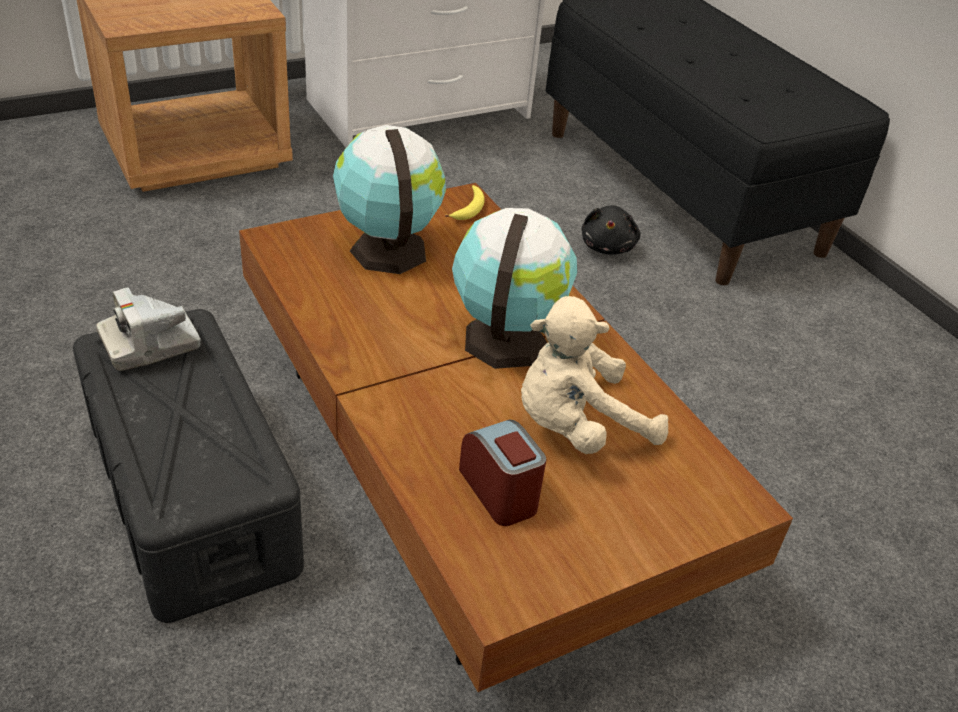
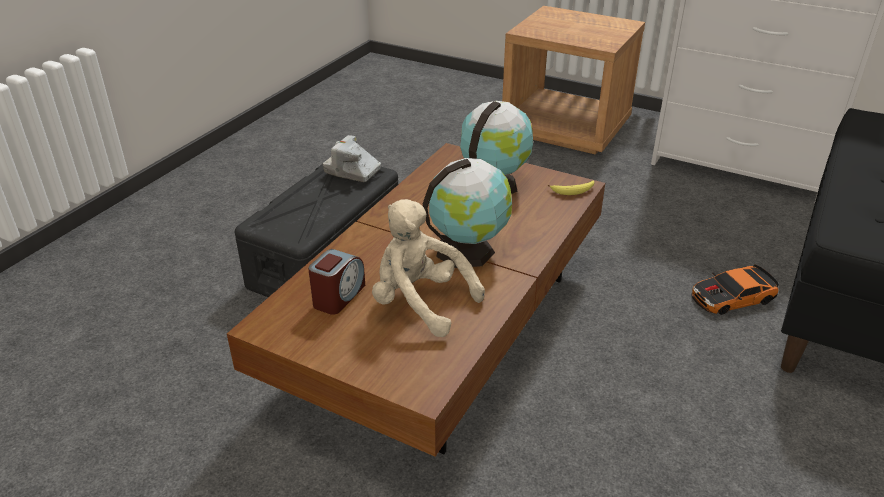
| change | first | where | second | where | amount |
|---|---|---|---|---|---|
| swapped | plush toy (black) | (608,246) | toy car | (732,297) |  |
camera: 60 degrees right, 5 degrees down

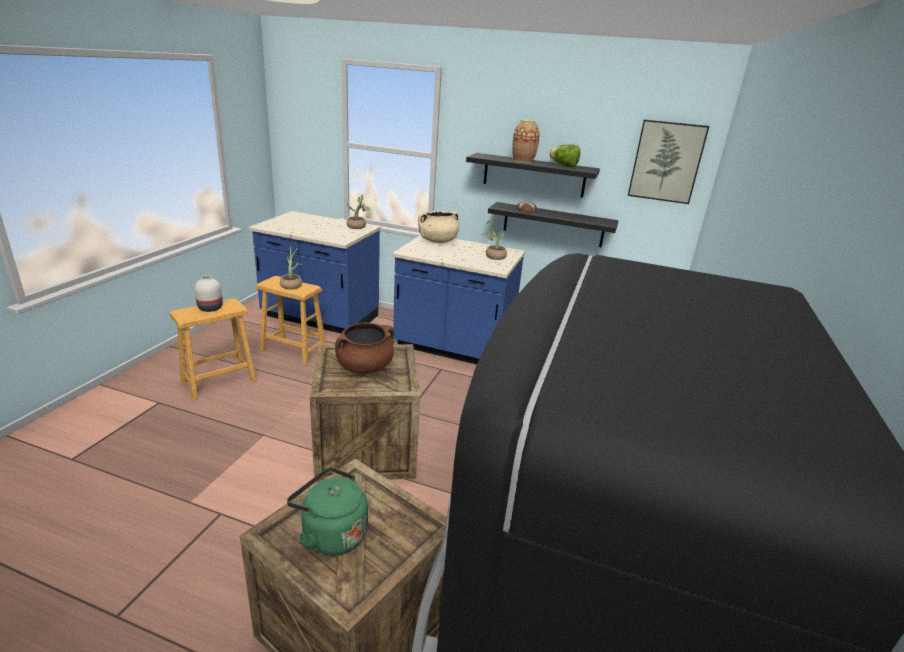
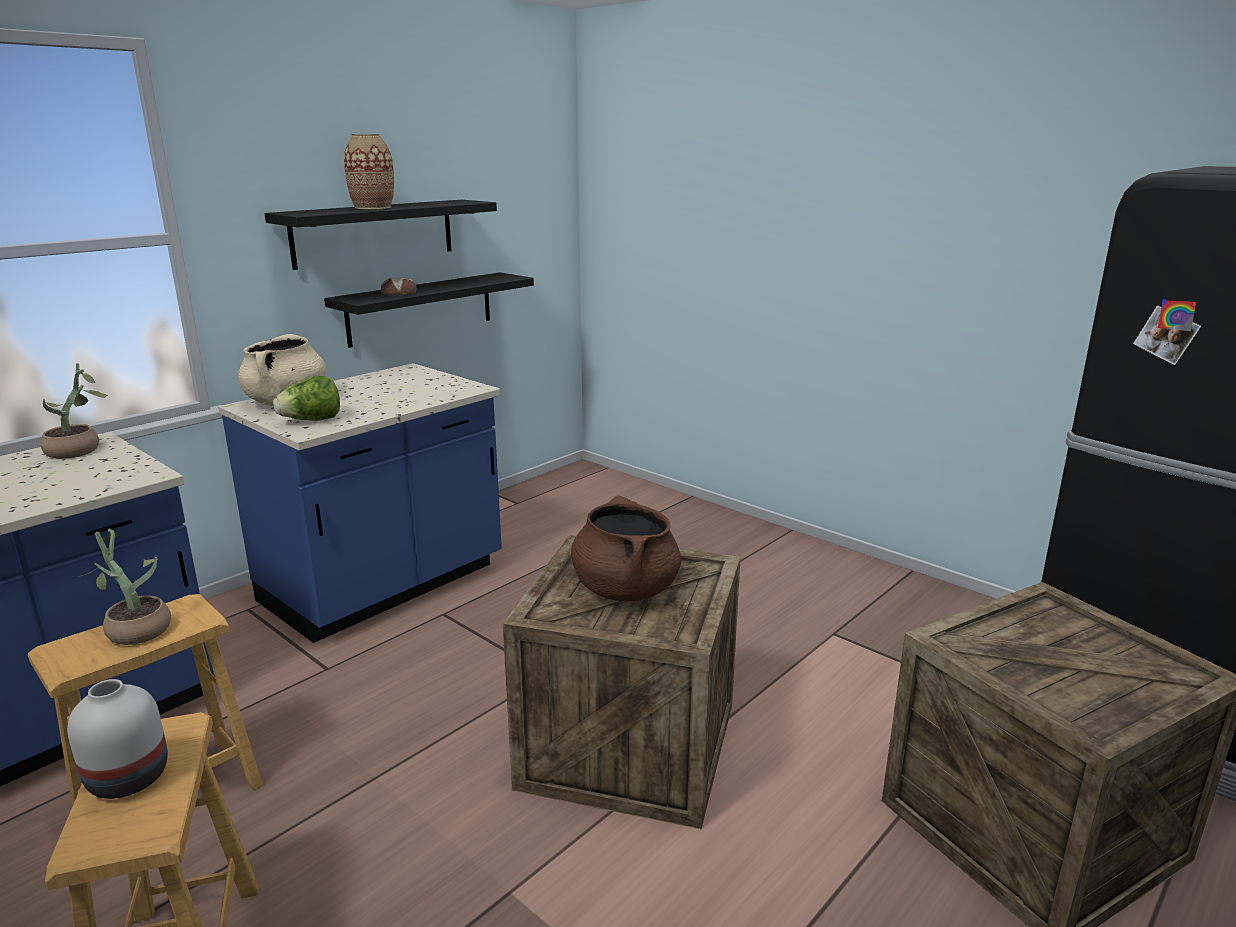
| change | first | where | second | where | amount |
|---|---|---|---|---|---|
| gone | kettle (green) | (331,534) |  |  |  |
| gone | potted plant | (493,256) |  |  |  |
| gone | picture | (666,161) |  |  |  |
| shifted | lettuce | (564,165) |  | (312,420) |  |
camera: 65 degrees left, 5 degrees down

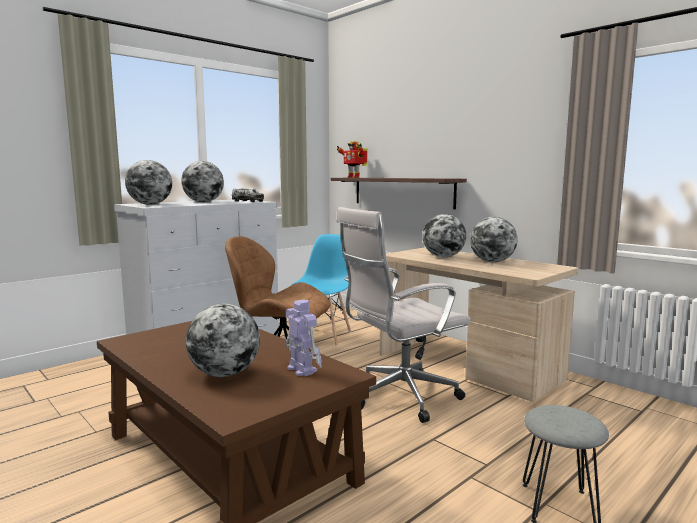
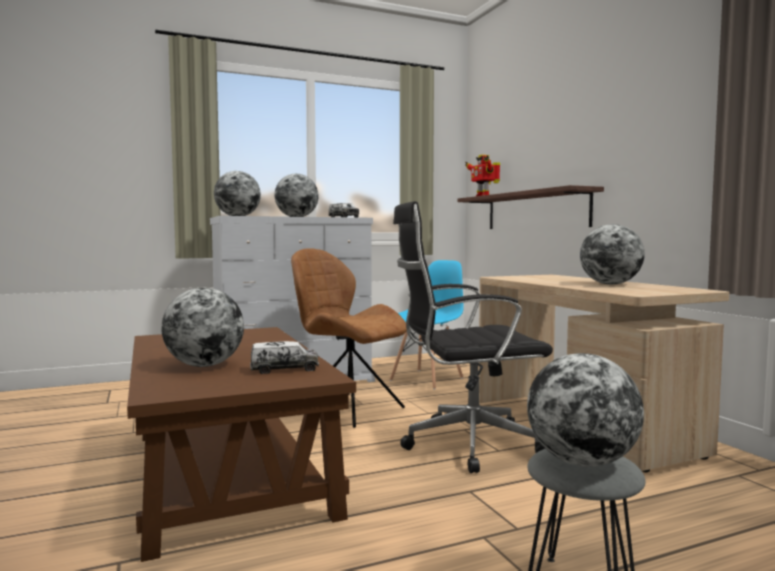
| change | first | where | second | where | amount |
|---|---|---|---|---|---|
| shifted | globe | (443,257) |  | (582,462) |  |
| swapped | toy robot | (301,369) | toy truck | (284,369) |  |
| repainted | office chair (white) | (399,397) | office chair (black) | (465,445) |  |
camera: 20 degrees right, 5 degrees down

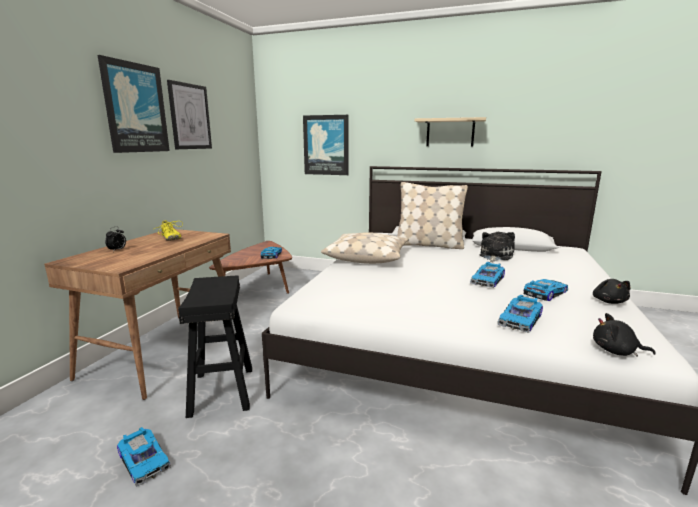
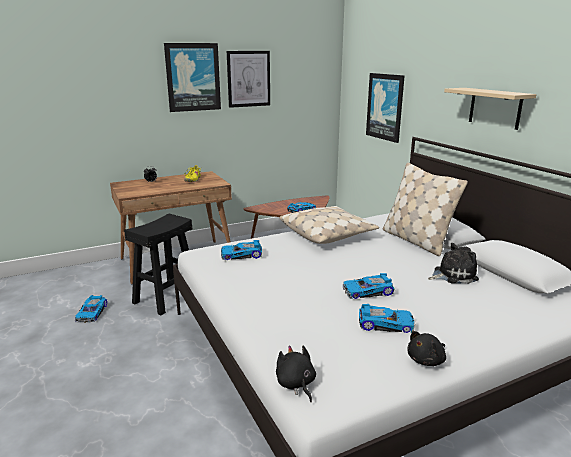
| change | first | where | second | where | amount |
|---|---|---|---|---|---|
| shifted | toy car | (521,320) |  | (241,255) |  |
camera: 45 degrees right, 5 degrees up

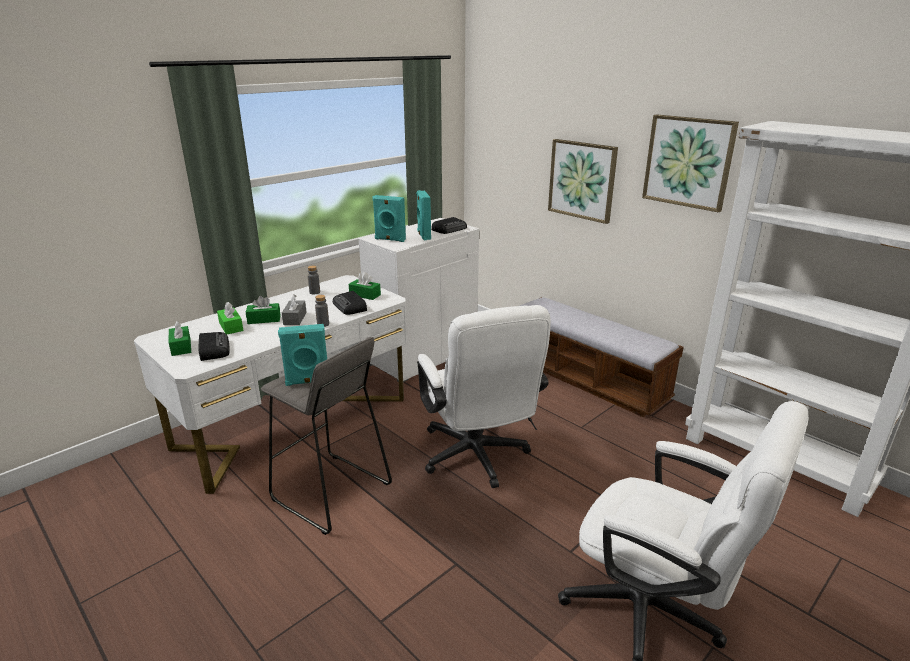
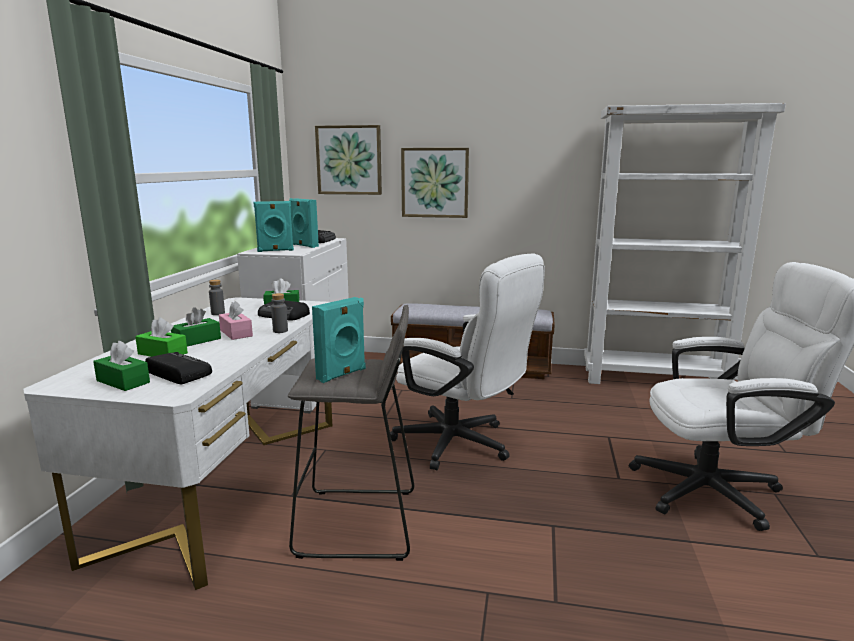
| change | first | where | second | where | amount |
|---|---|---|---|---|---|
| shifted | picture | (688,162) |  | (349,160) |  |
| repainted | tissue box (grey) | (295,318) | tissue box (pink) | (236,333) |  |
camera: 35 degrees left, 10 degrees down

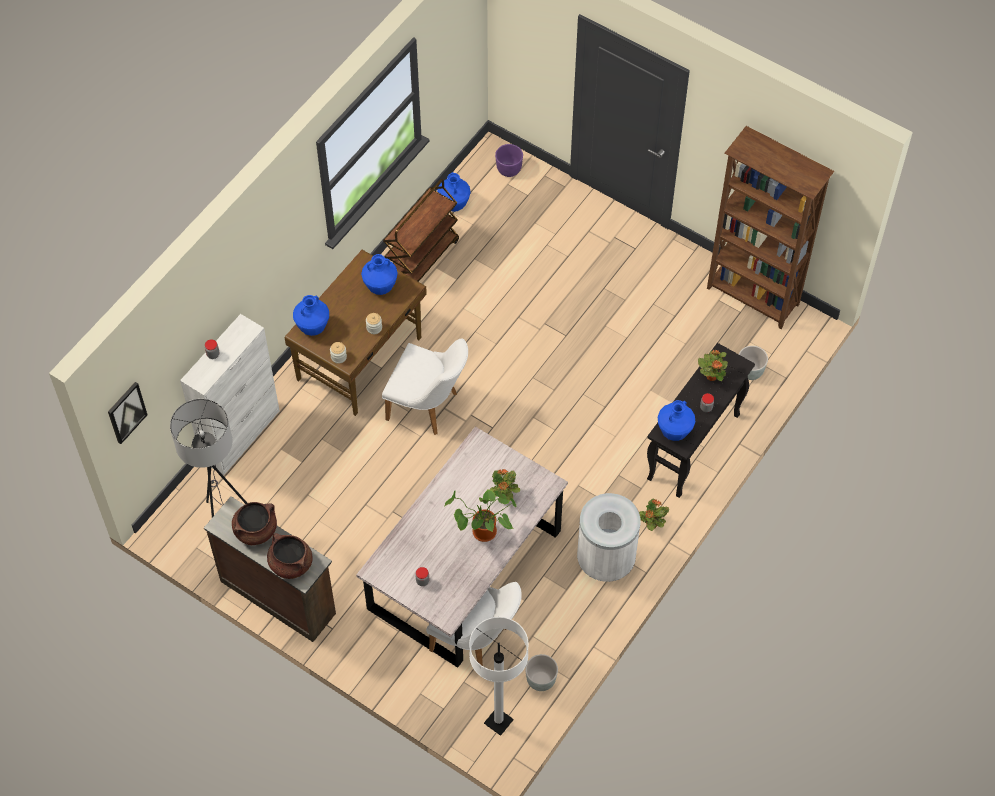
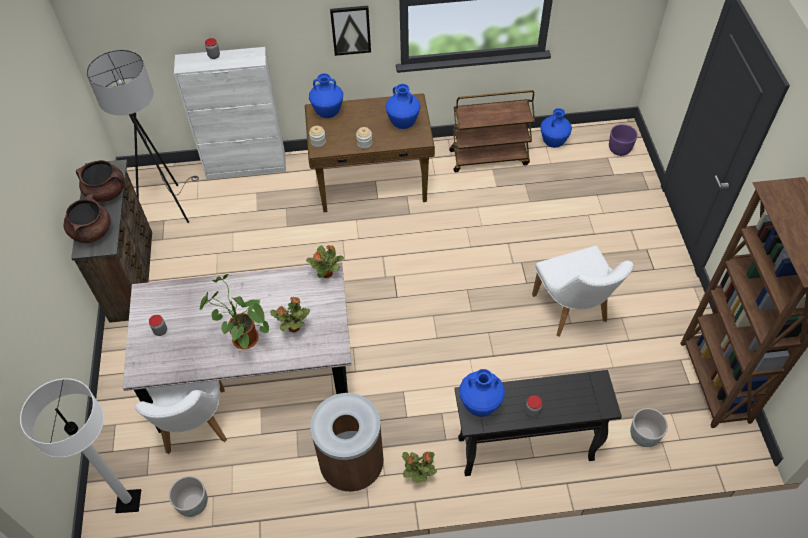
| change | first | where | second | where | amount |
|---|---|---|---|---|---|
| shifted | picture | (126,412) |  | (350,30) |  |
| shifted | chair (white) | (428,407) |  | (573,313) |  |
| shifted | potted plant | (711,376) |  | (327,273) |  |
| repainted | trash can (white) | (605,560) | trash can (brown) | (352,465) |  |
camera: 50 degrees right, 5 degrees down

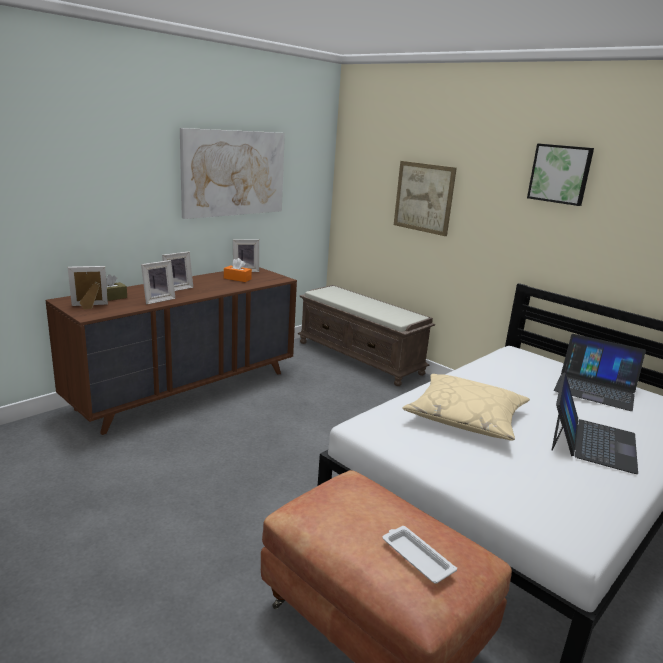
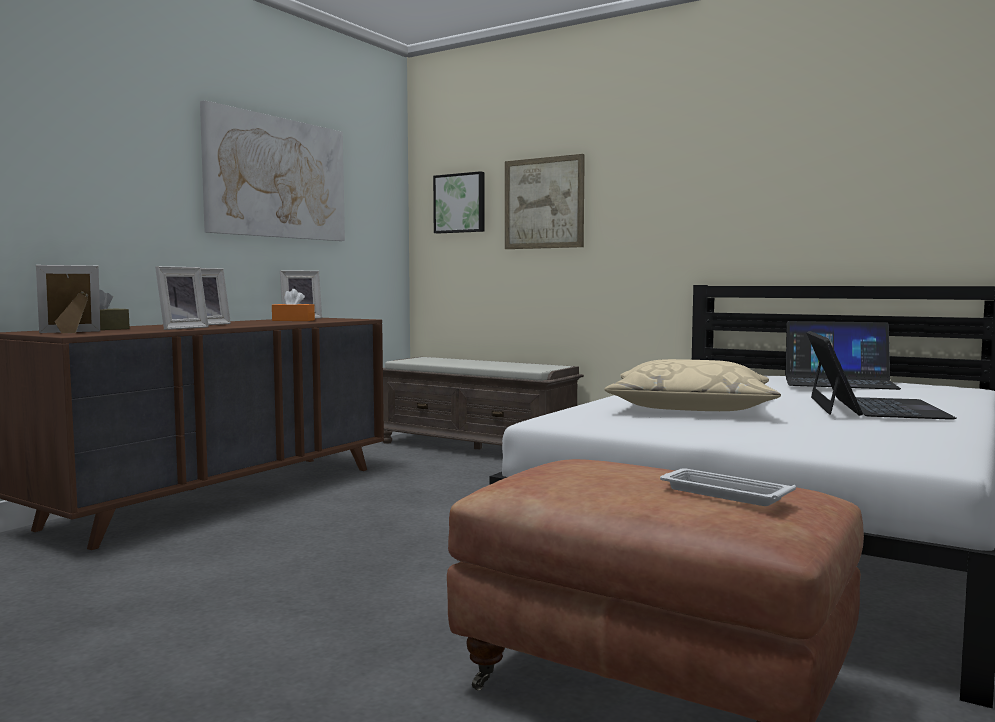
| change | first | where | second | where | amount |
|---|---|---|---|---|---|
| shifted | picture | (560,174) |  | (460,203) |  |
camera: 10 degrees left, 15 degrees down

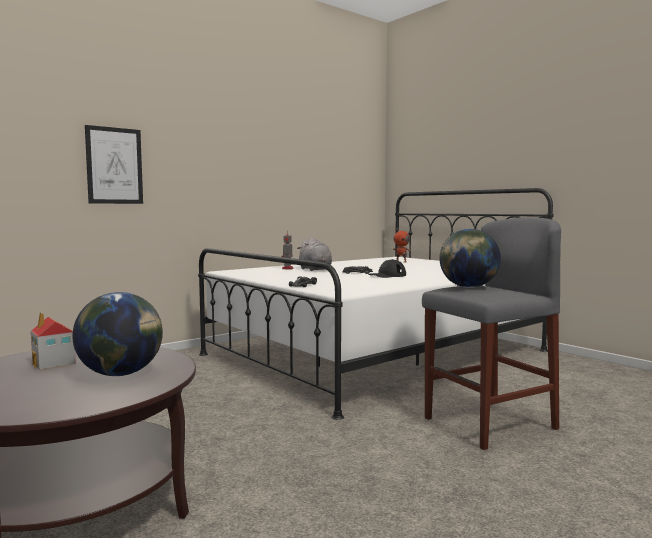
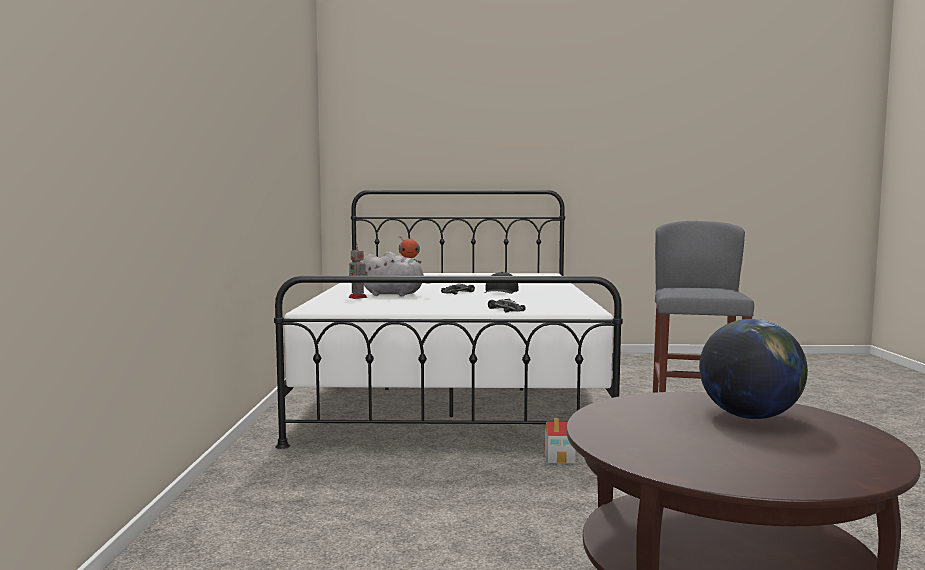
| change | first | where | second | where | amount |
|---|---|---|---|---|---|
| gone | picture | (114,165) |  |  |  |
| gone | globe | (468,287) |  |  |  |
| shifted | toy house | (54,363) |  | (560,458) |  |
camera: 50 degrees left, 0 degrees up

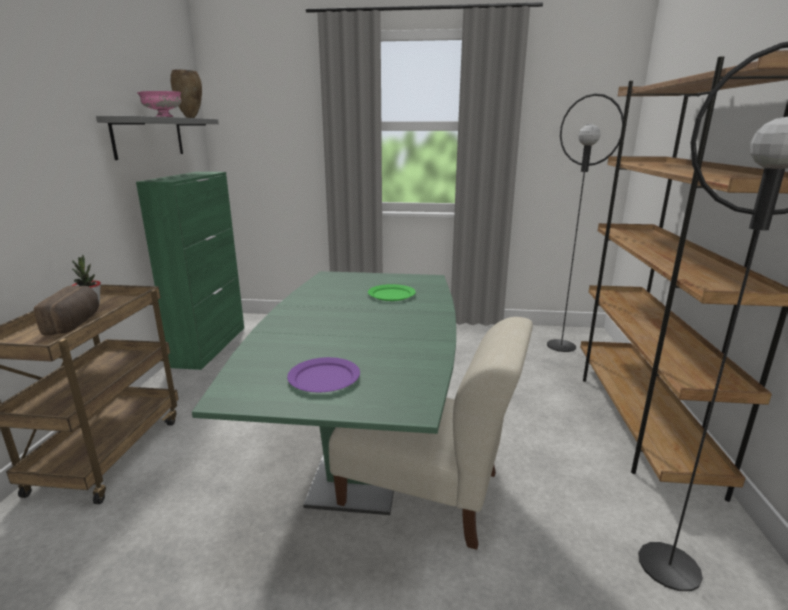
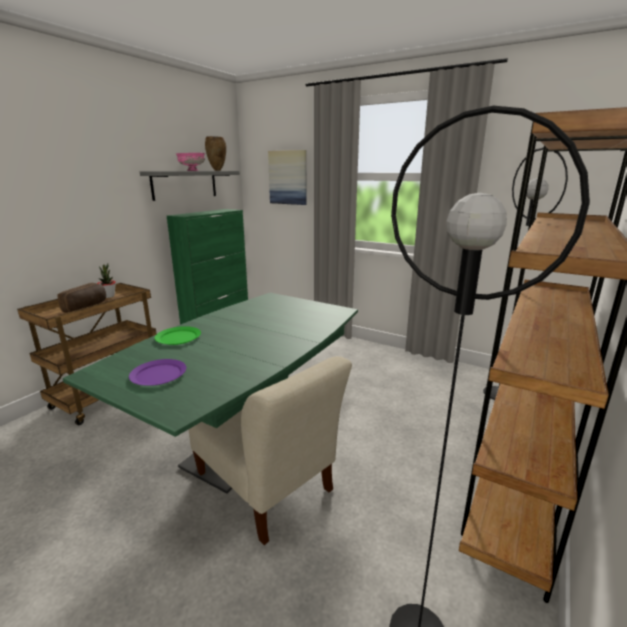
| change | first | where | second | where | amount |
|---|---|---|---|---|---|
| new |  |  | picture | (288,177) |  |
| shifted | plate (green) | (392,294) |  | (178,337) |  |
camera: 25 degrees right, 0 degrees up

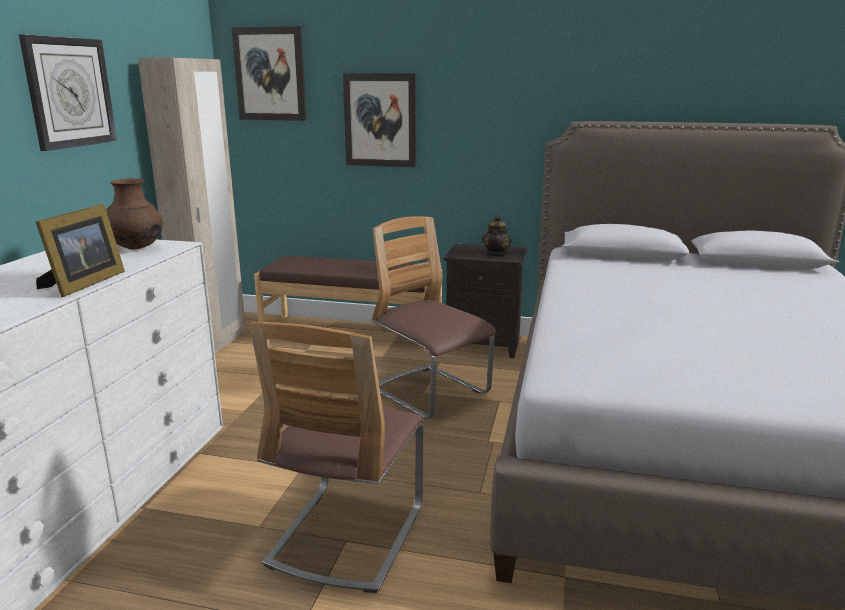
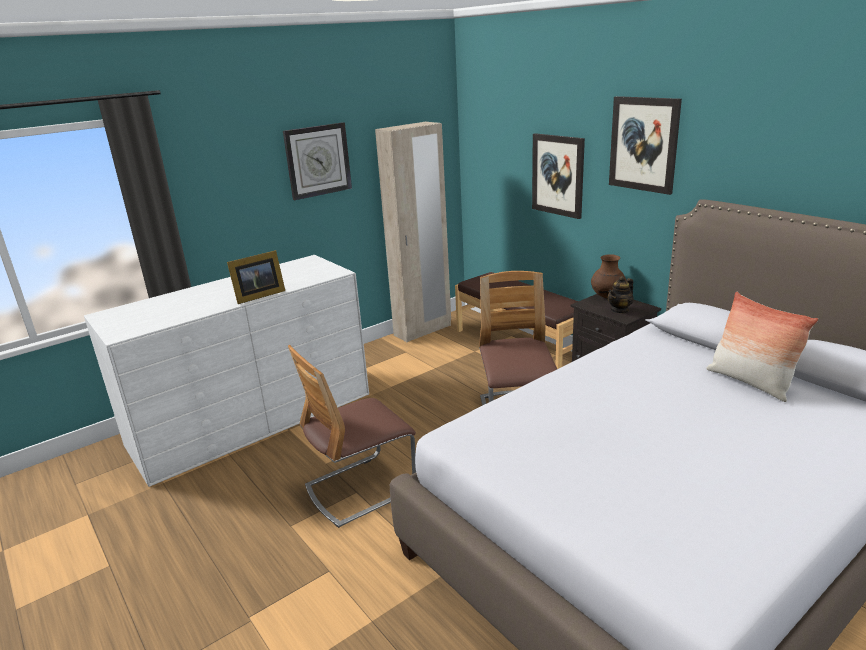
| change | first | where | second | where | amount |
|---|---|---|---|---|---|
| new |  |  | pillow | (750,382) |  |
| shifted | vase (brown) | (136,248) |  | (607,296) |  |
| shifted | picture | (270,74) |  | (643,144) |  |
camera: 40 degrees right, 5 degrees up

